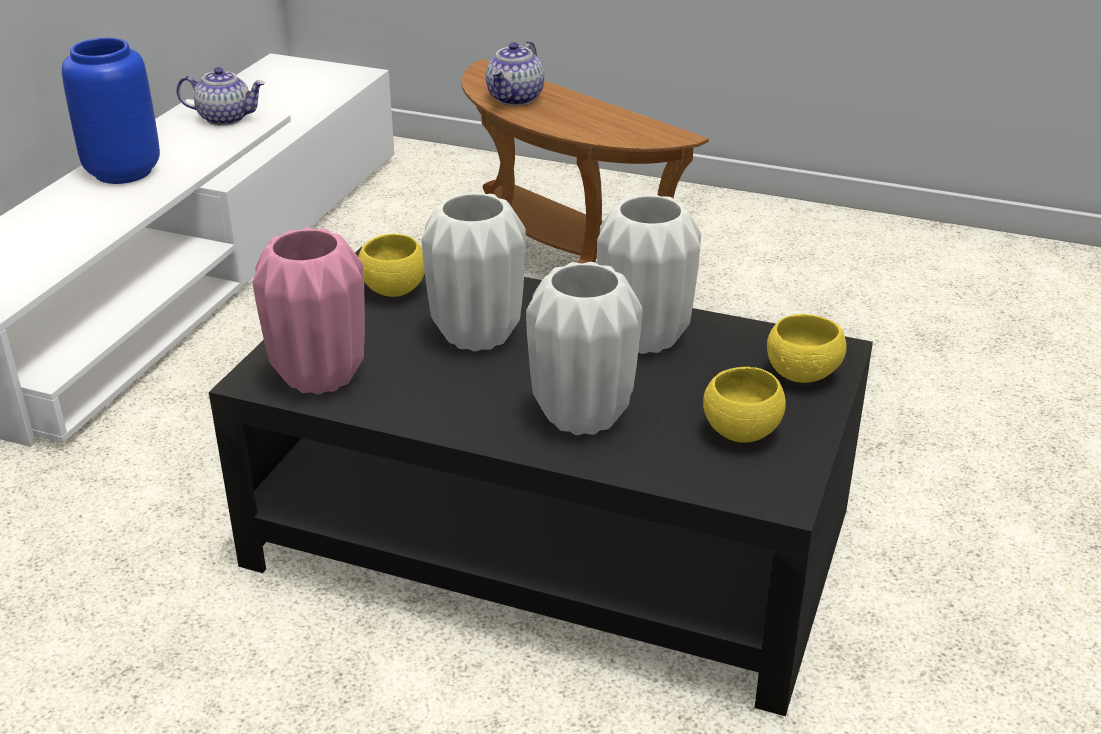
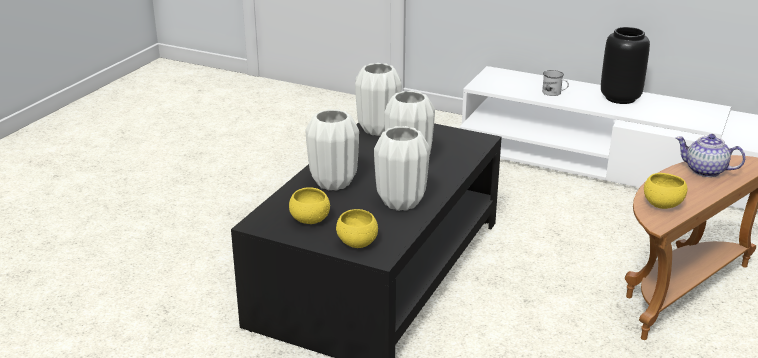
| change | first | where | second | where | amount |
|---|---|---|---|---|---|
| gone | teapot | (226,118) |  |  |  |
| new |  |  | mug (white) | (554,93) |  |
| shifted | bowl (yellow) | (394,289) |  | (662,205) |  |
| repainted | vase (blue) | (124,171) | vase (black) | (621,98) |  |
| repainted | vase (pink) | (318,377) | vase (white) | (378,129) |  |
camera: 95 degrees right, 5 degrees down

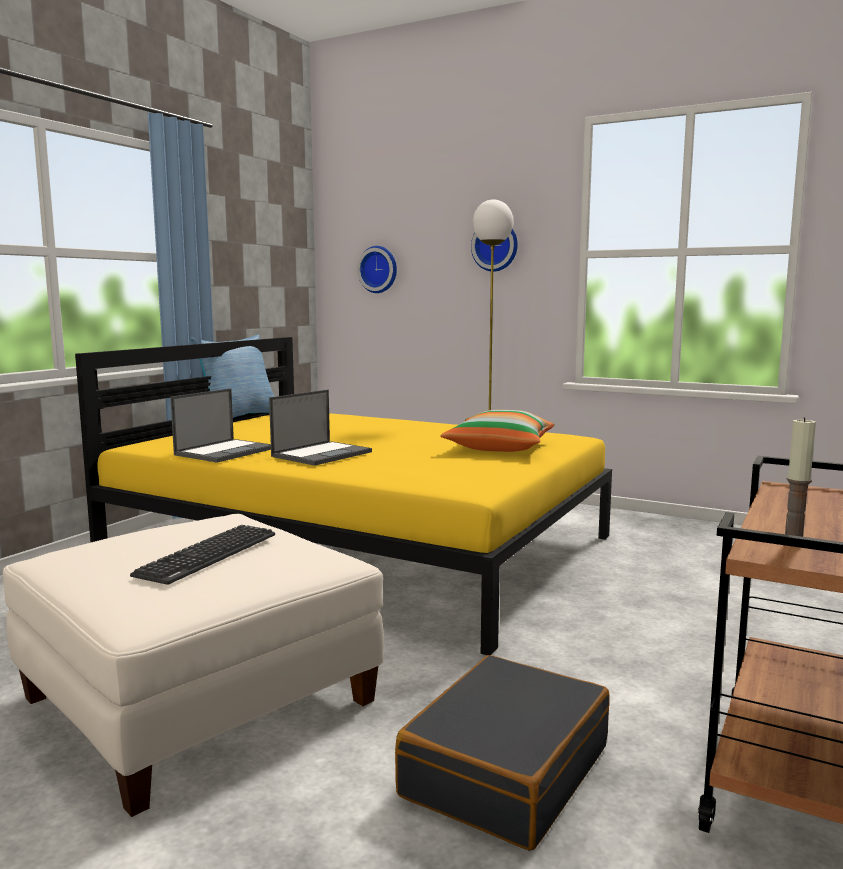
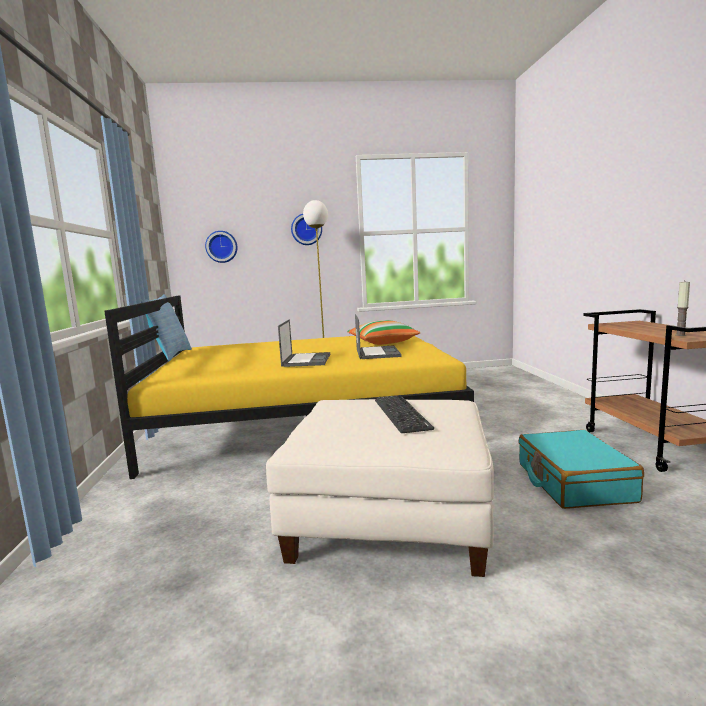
| change | first | where | second | where | amount |
|---|---|---|---|---|---|
| shifted | laptop | (225,451) |  | (377,353) |  |
| repainted | suitcase (black) | (505,770) | suitcase (turquoise) | (573,482) |  |
camera: 35 degrees left, 0 degrees up

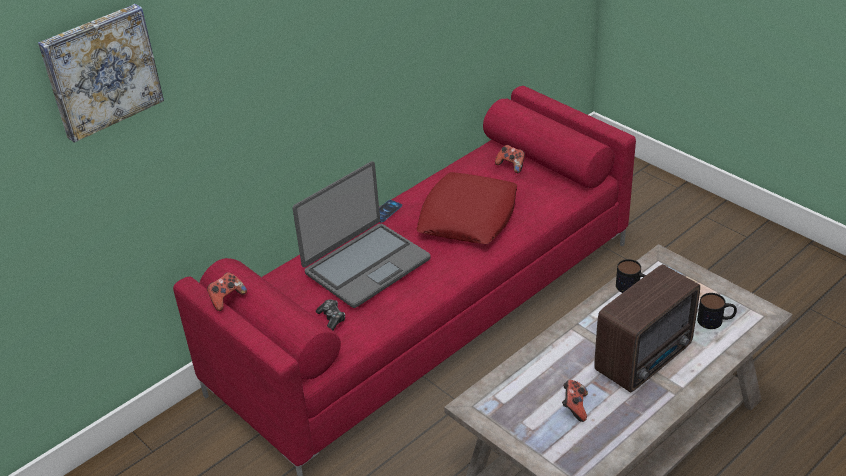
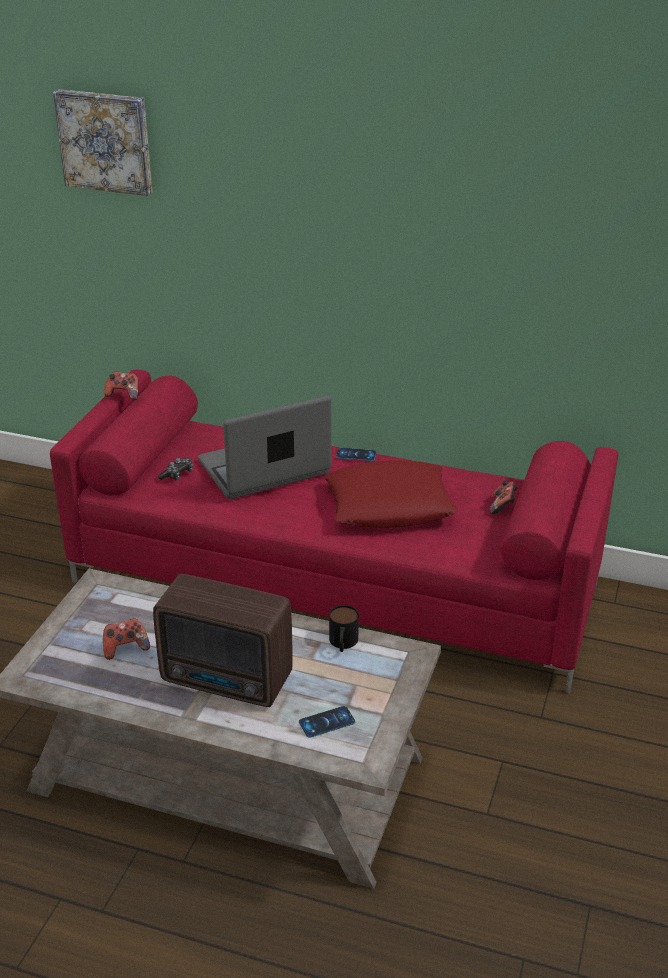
| change | first | where | second | where | amount |
|---|---|---|---|---|---|
| swapped | mug | (716,321) | phone | (326,722) |  |
| rotated | laptop | (366,265) |  | (264,469) | 135 degrees clockwise |
camera: 60 degrees right, 5 degrees down

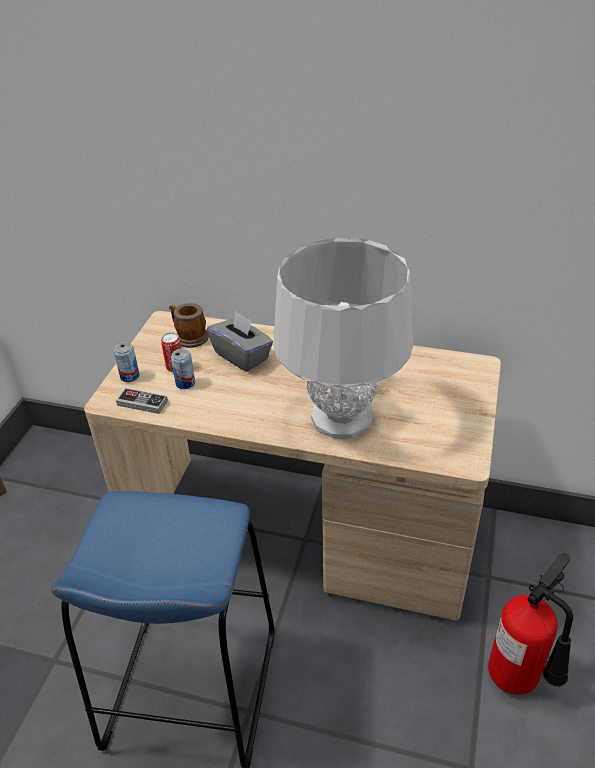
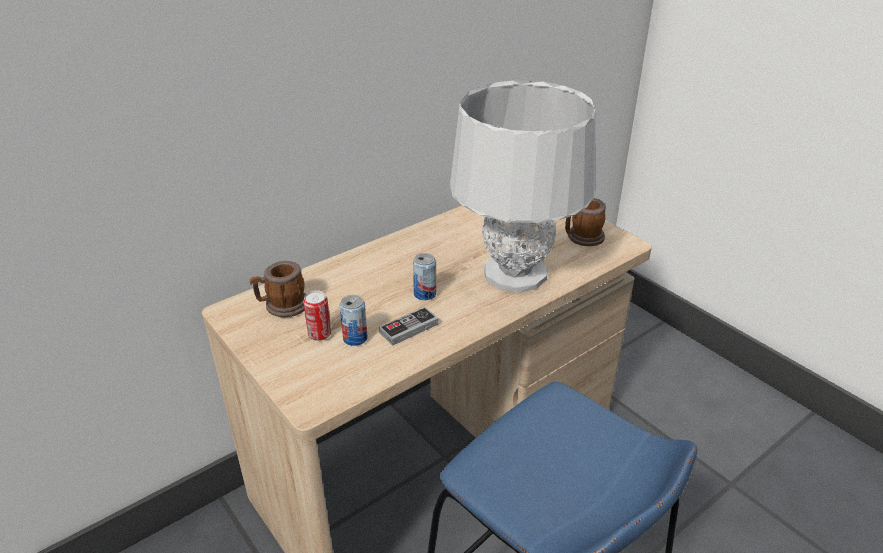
| change | first | where | second | where | amount |
|---|---|---|---|---|---|
| gone | tissue box (grey) | (242,356) |  |  |  |
| gone | fire extinguisher | (521,678) |  |  |  |
| new |  |  | mug | (582,238) |  |
| shifted | can | (129,376) |  | (425,294) |  |
| shifted | game controller | (142,403) |  | (409,328) |  |
camera: 55 degrees left, 5 degrees down

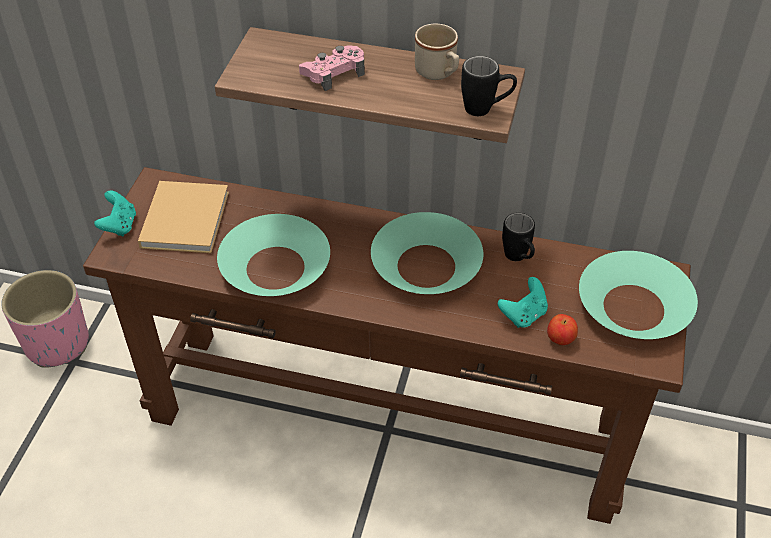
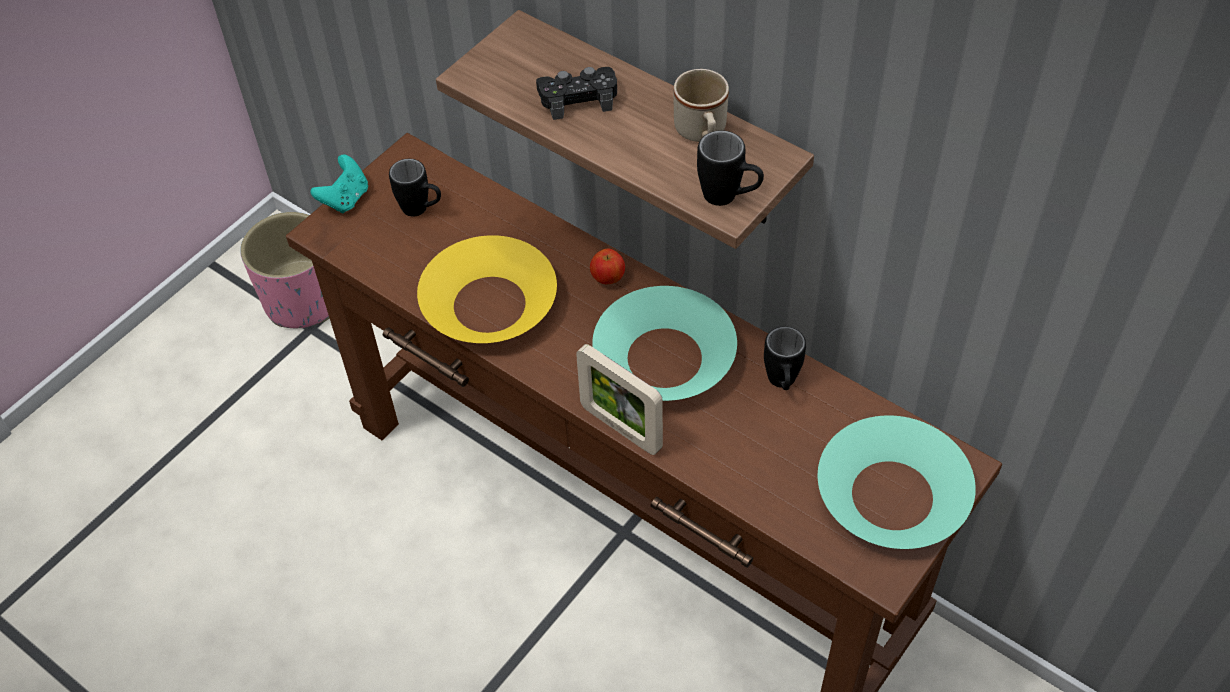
| change | first | where | second | where | amount |
|---|---|---|---|---|---|
| gone | game controller (turquoise) | (523,315) |  |  |  |
| new |  |  | picture frame | (621,428) |  |
| shifted | apple | (560,339) |  | (608,278) |  |
| swapped | book (beige) | (186,217) | mug (black) | (422,210) |  |
| repainted | bowl (turquoise) | (275,268) | bowl (yellow) | (489,304) |  |
| repainted | game controller (pink) | (334,73) | game controller (black) | (578,98) |  |
camera: 25 degrees right, 5 degrees up

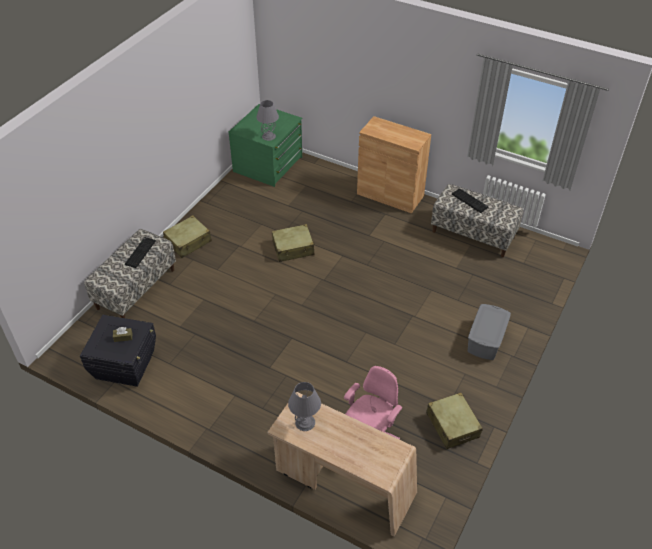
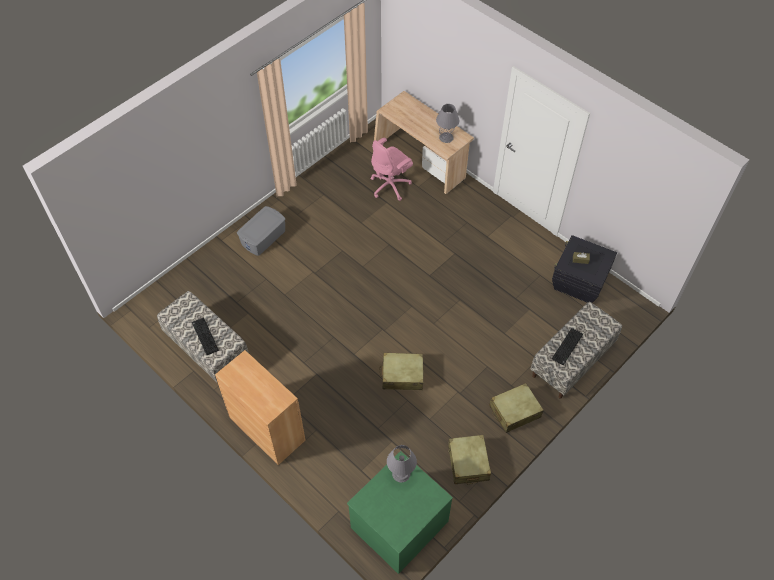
| change | first | where | second | where | amount |
|---|---|---|---|---|---|
| shifted | suitcase (beige) | (452,425) |  | (468,463) |  |
camera: 165 degrees left, 10 degrees up

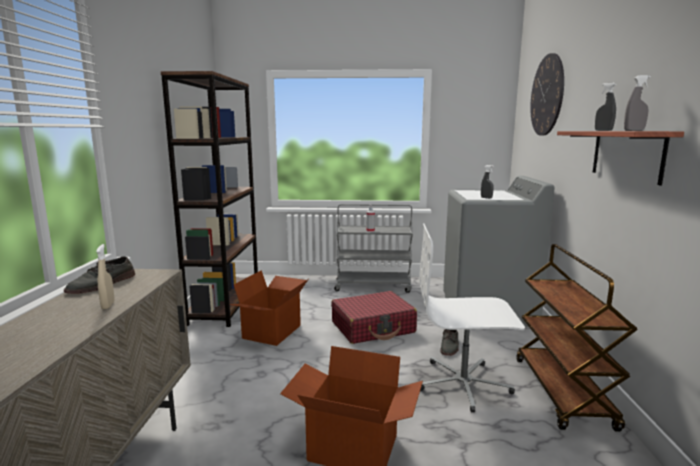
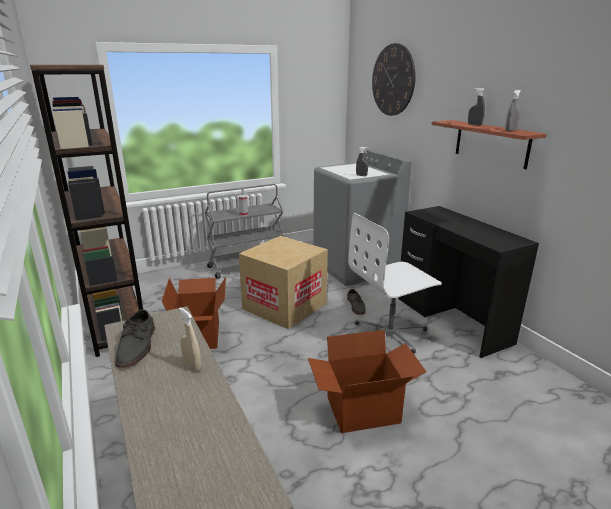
| change | first | where | second | where | amount |
|---|---|---|---|---|---|
| swapped | suitcase (red) | (373,327) | cardboard box | (284,306) |  |
| swapped | cart (brown) | (563,393) | desk (black) | (452,320) |  |
camera: 30 degrees left, 10 degrees up

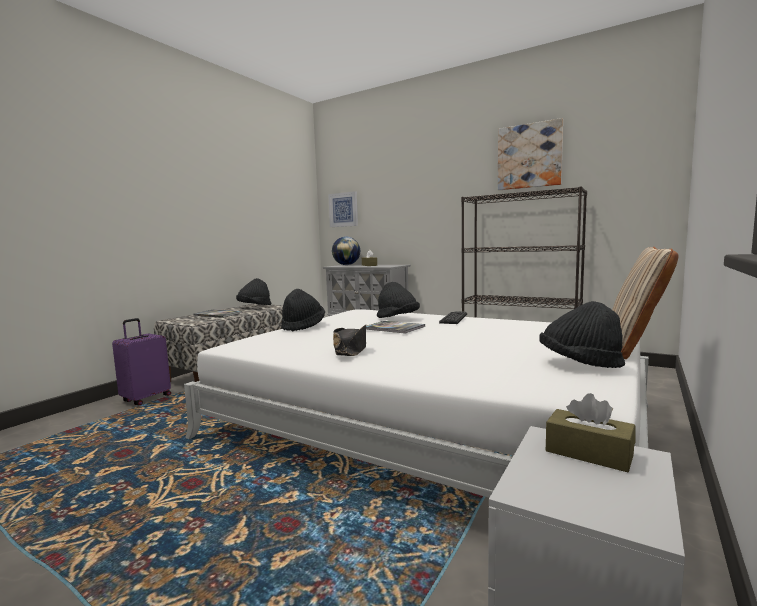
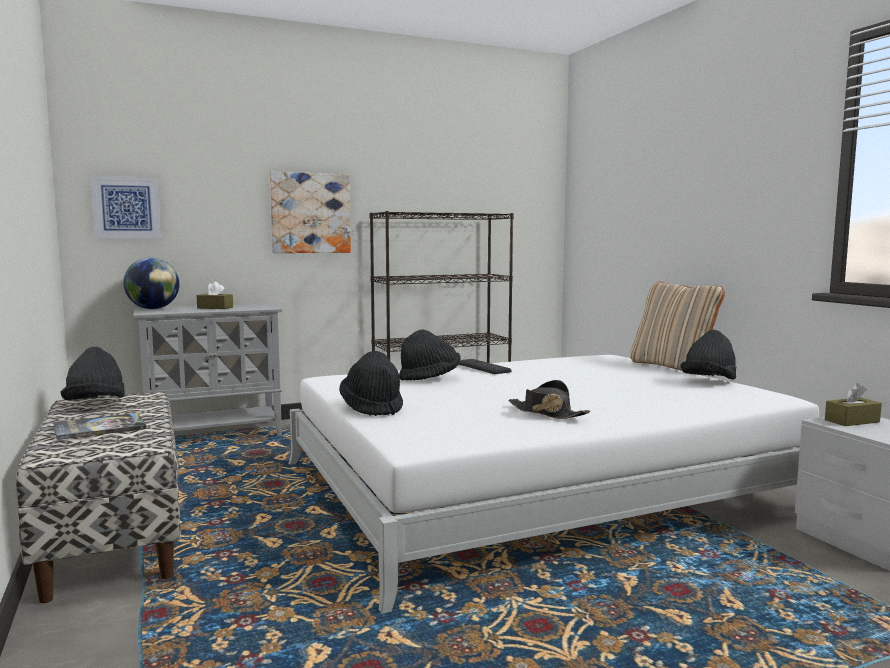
| change | first | where | second | where | amount |
|---|---|---|---|---|---|
| gone | suitcase (purple) | (146,398) |  |  |  |
| gone | book | (394,328) |  |  |  |
| shifted | picture | (529,156) |  | (310,213) |  |
camera: 55 degrees left, 0 degrees up

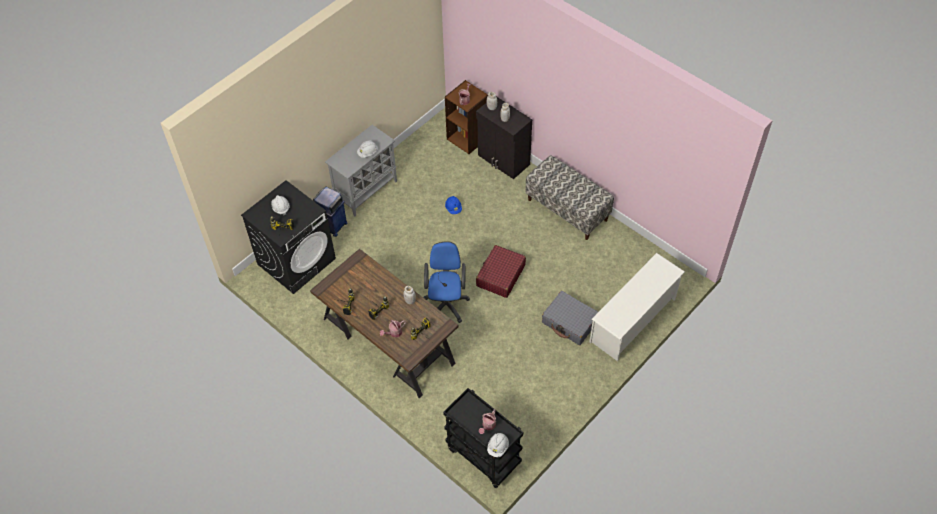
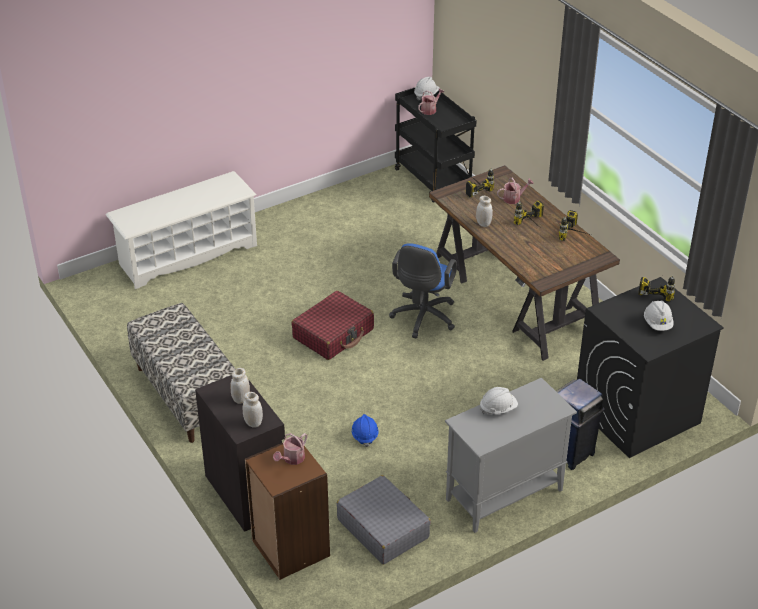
| change | first | where | second | where | amount |
|---|---|---|---|---|---|
| shifted | suitcase (grey) | (570,322) |  | (383,528) |  |
camera: 165 degrees left, 15 degrees down

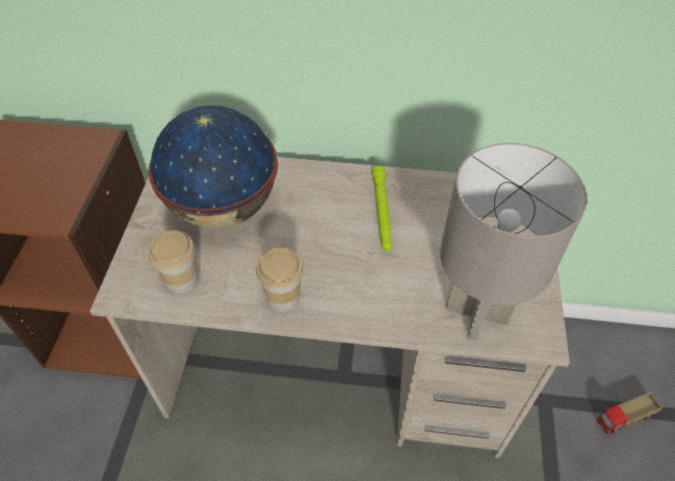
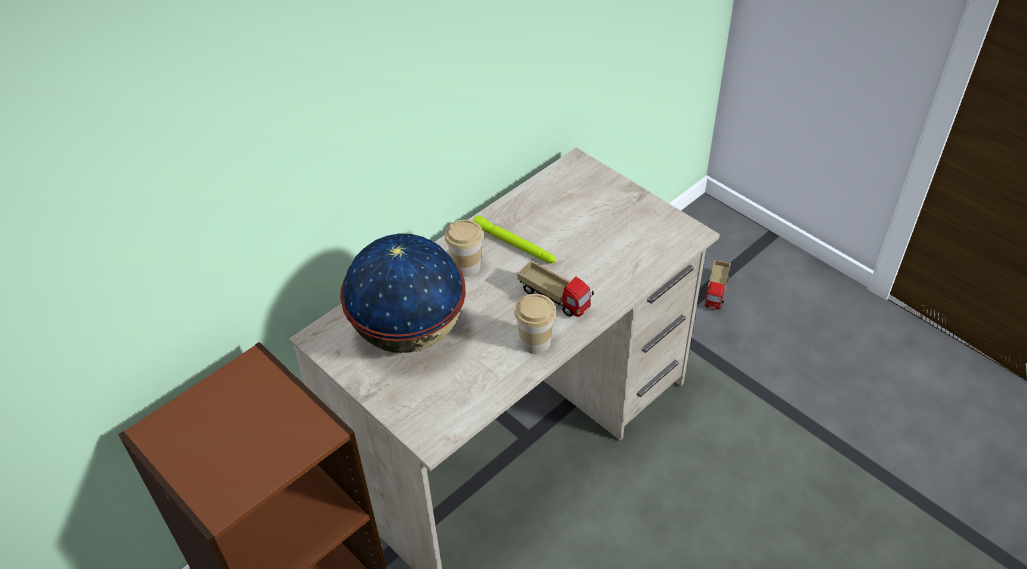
| change | first | where | second | where | amount |
|---|---|---|---|---|---|
| gone | table lamp (grey) | (477,313) |  |  |  |
| new |  |  | toy truck | (555,298) |  |
| shifted | cup | (181,280) |  | (466,266) |  |
camera: 50 degrees left, 5 degrees down

